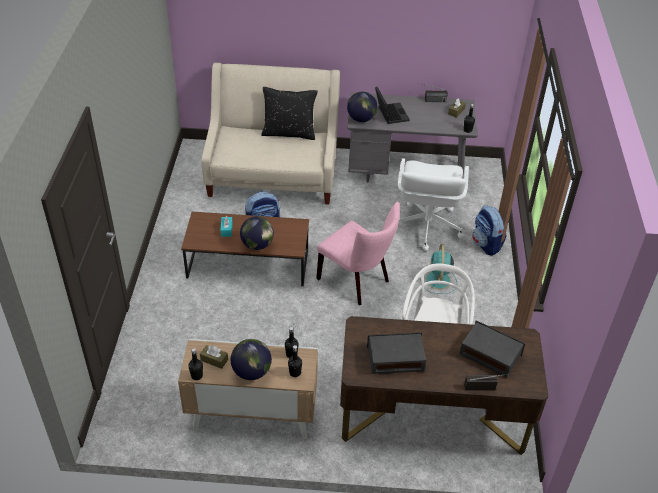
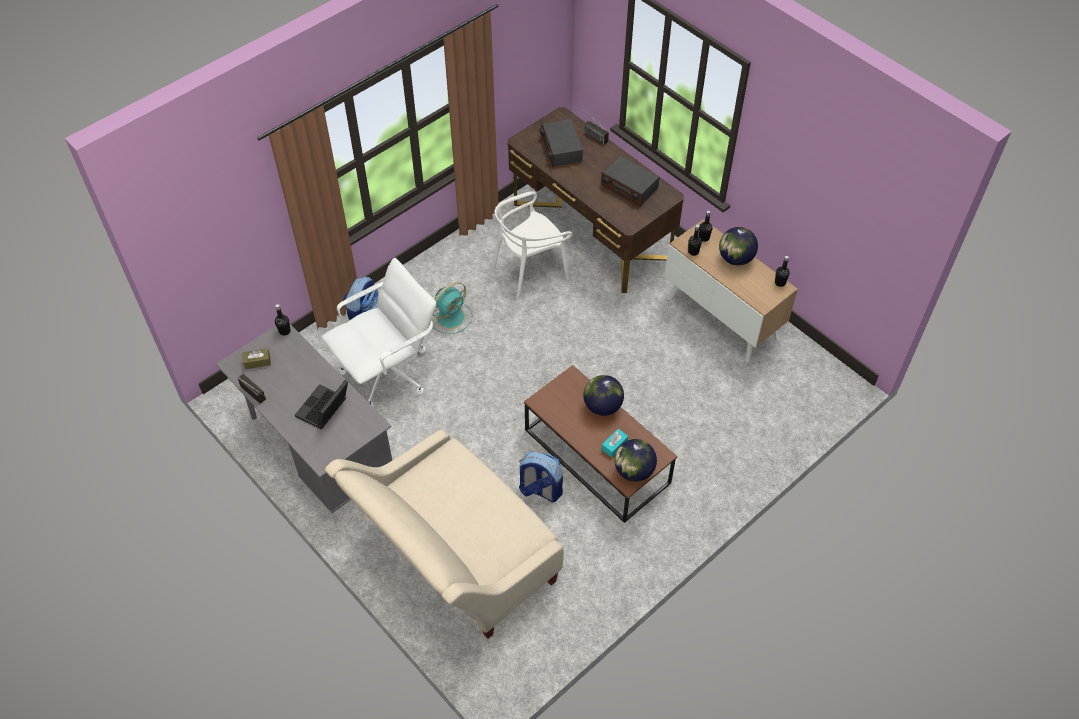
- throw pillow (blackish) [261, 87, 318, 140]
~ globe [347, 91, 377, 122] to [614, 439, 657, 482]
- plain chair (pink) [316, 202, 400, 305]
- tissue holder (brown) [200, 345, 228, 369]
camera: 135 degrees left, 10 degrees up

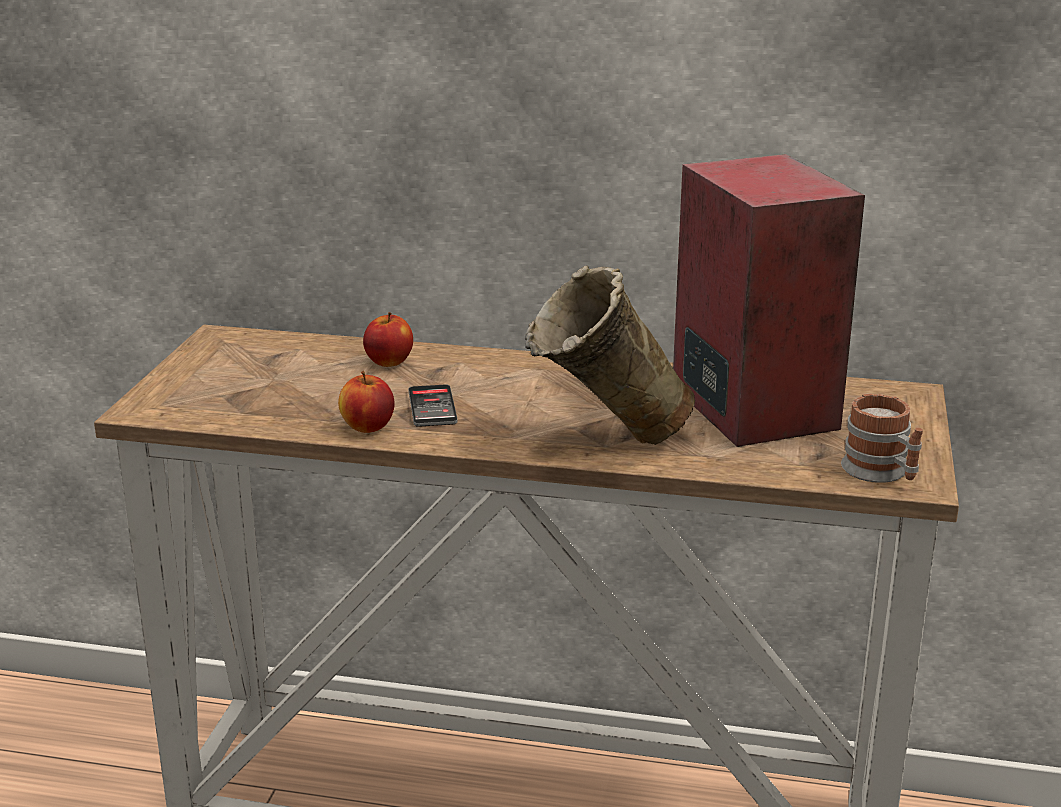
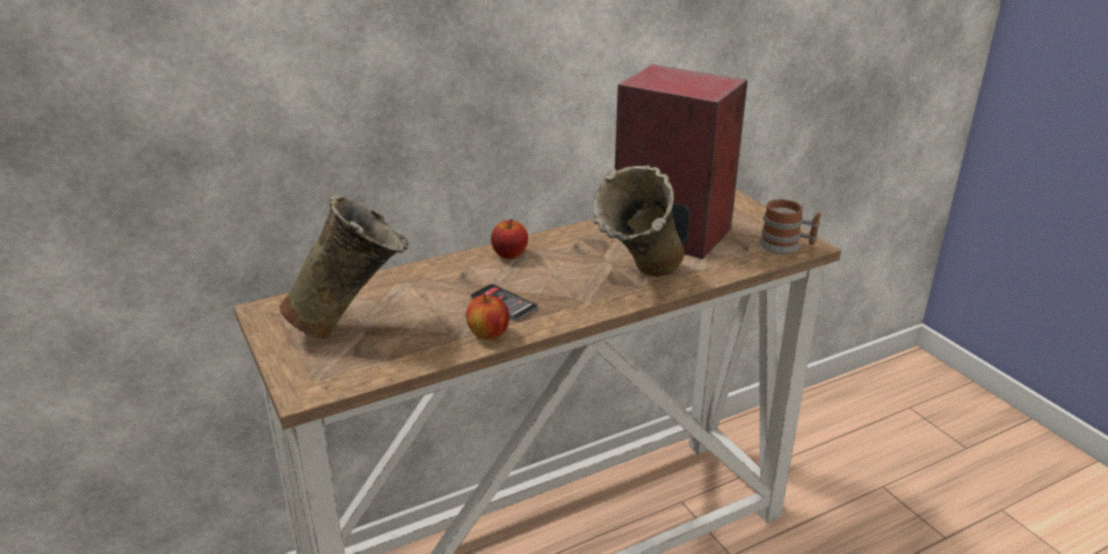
~ apple fruit [363, 312, 413, 367] to [491, 219, 528, 259]
+ flower vase (sand-coloured) [279, 195, 408, 339]
camera: 40 degrees left, 5 degrees up

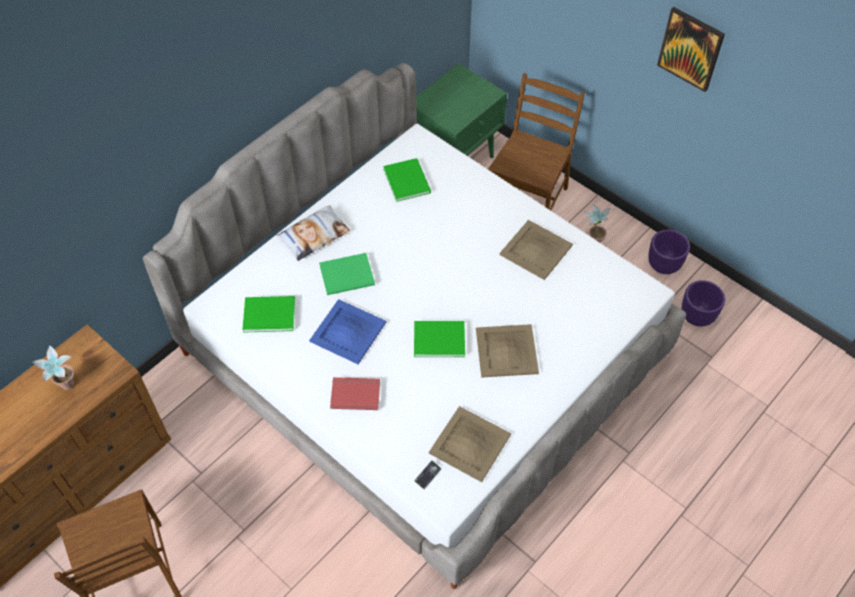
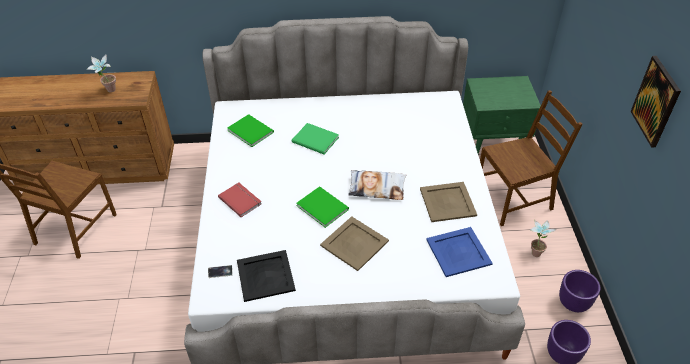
- book (greenish) [383, 158, 431, 202]
~ throw pillow [276, 205, 350, 261] to [348, 170, 407, 200]
~ carrying tray (blue-coloured) [309, 299, 386, 364] to [426, 227, 493, 277]
~ carrying tray (sand-coloured) [429, 406, 511, 482] to carrying tray (blackish) [237, 250, 296, 302]
camera: 45 degrees right, 10 degrees down

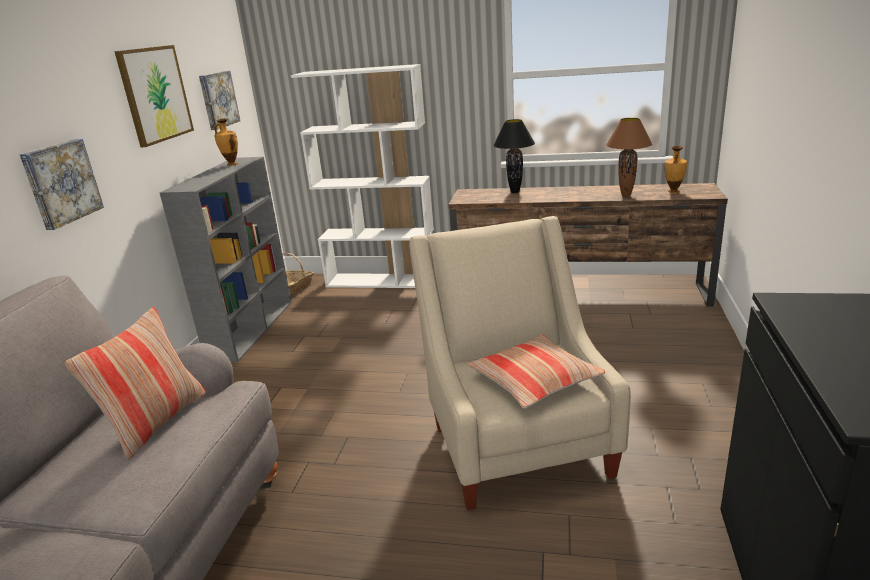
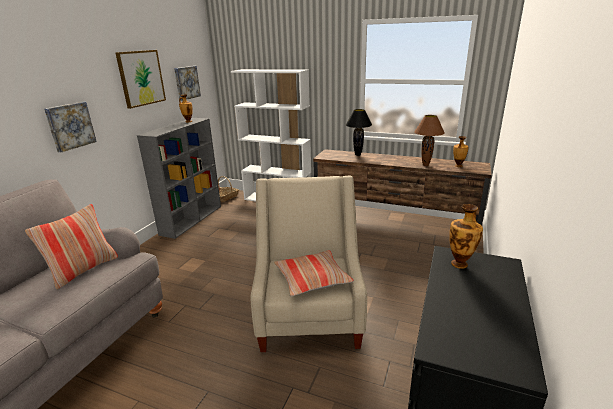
+ flower vase [449, 204, 483, 269]
camera: 10 degrees right, 0 degrees up

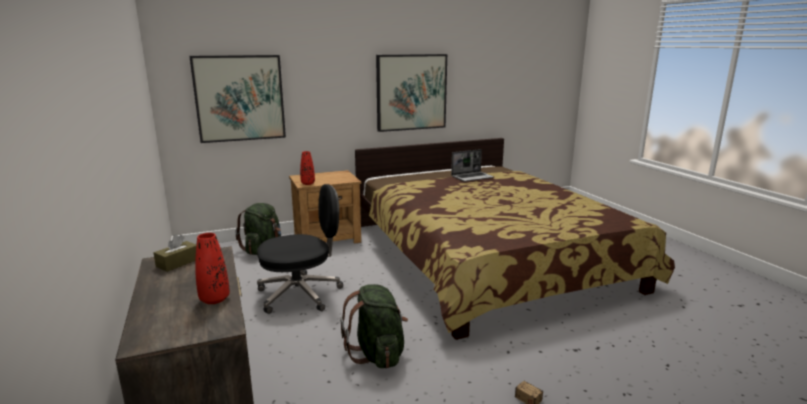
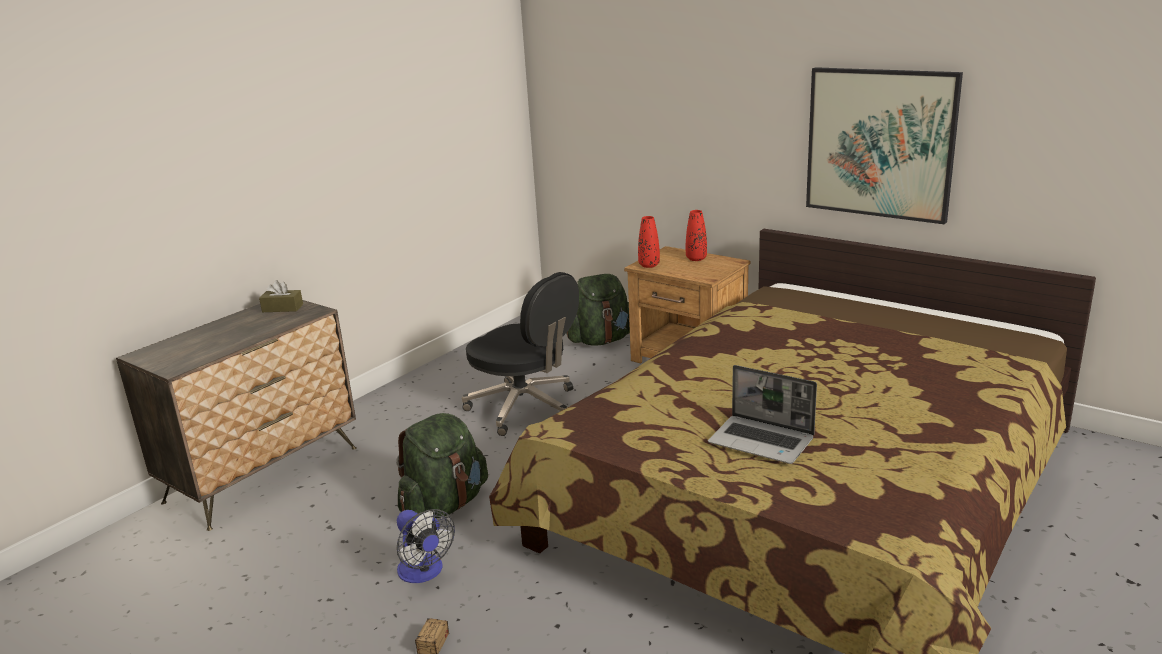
- wall picture [189, 55, 286, 143]
~ portable computer [451, 149, 494, 182] to [708, 365, 817, 464]
~ flower vase (red) [195, 233, 230, 304] to [686, 210, 707, 261]
+ cooling fan [397, 509, 455, 583]
camera: 60 degrees right, 5 degrees up

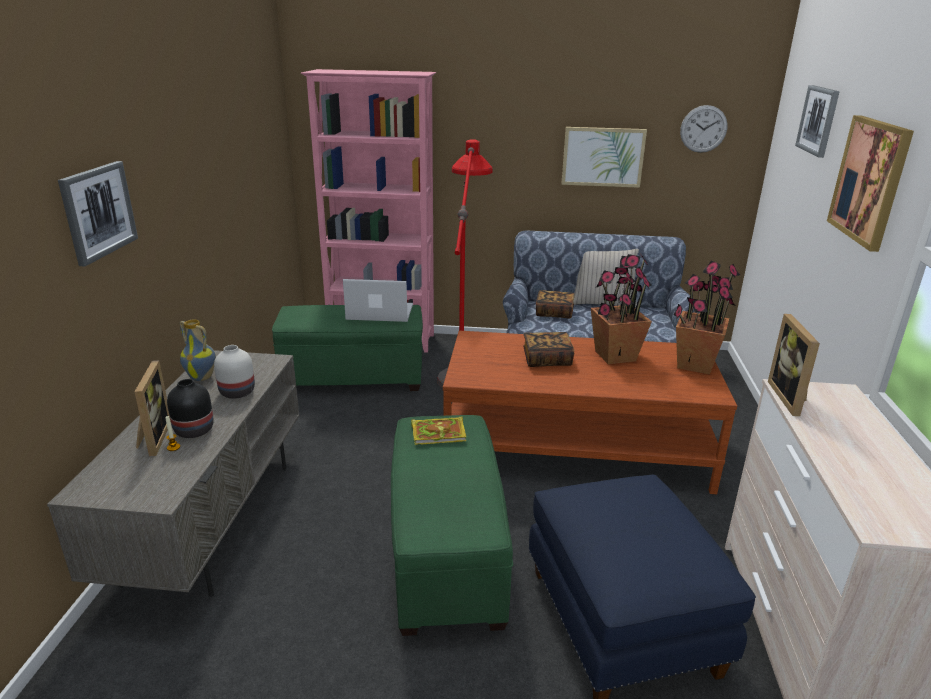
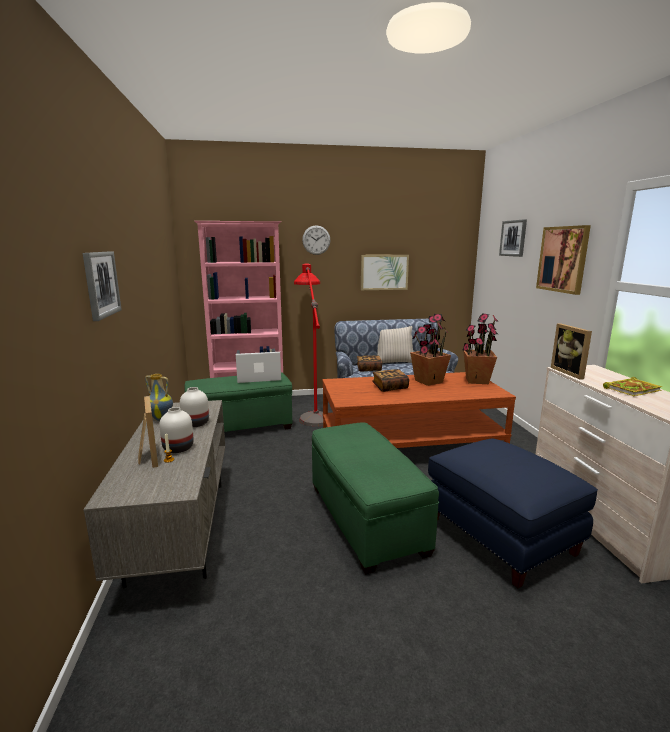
~ hanging clock [680, 105, 728, 153] to [302, 225, 330, 255]
~ flower vase (blackish) [167, 379, 214, 438] to flower vase (whitish) [159, 407, 194, 453]
~ book [411, 417, 467, 445] to [603, 377, 662, 396]
camera: 15 degrees left, 10 degrees down

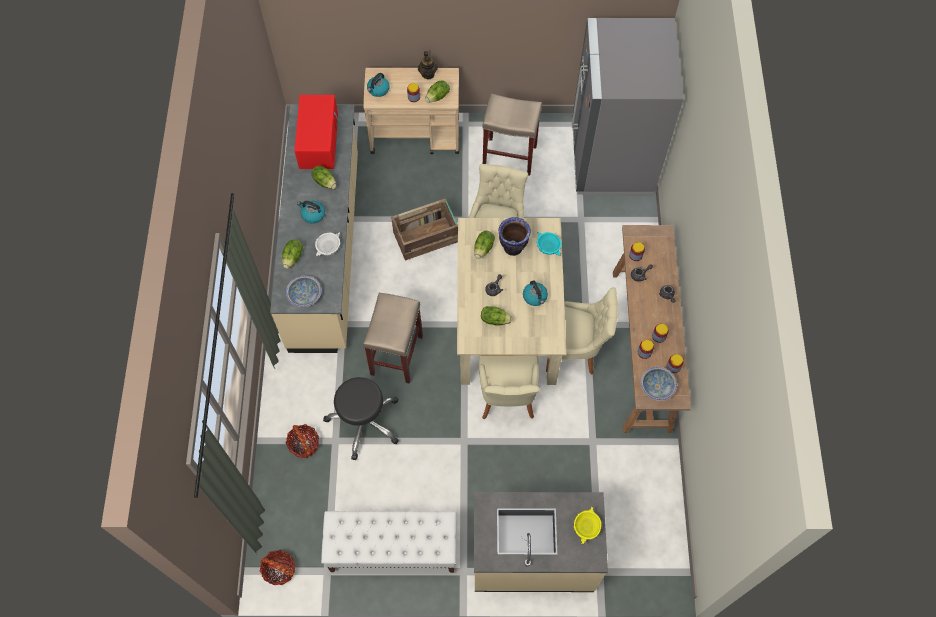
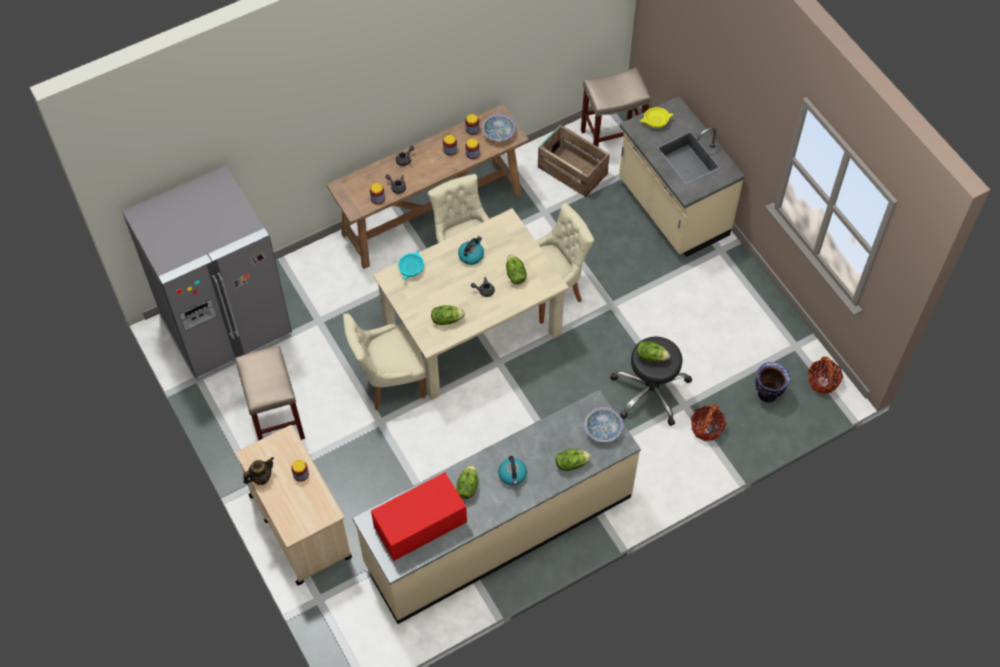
- water kettle [367, 73, 389, 97]
~ head of lettuce [425, 80, 450, 103] to [637, 341, 670, 362]
~ shipping crate [391, 198, 458, 261] to [538, 124, 610, 197]
~ flower vase [499, 217, 531, 256] to [755, 362, 790, 402]
- deep dish (whitish) [315, 232, 340, 257]
~ stool seat (sand-coloured) [363, 292, 423, 384] to [581, 68, 651, 158]
- indoor bench (whitish) [321, 511, 456, 573]
camera: 120 degrees left, 5 degrees down

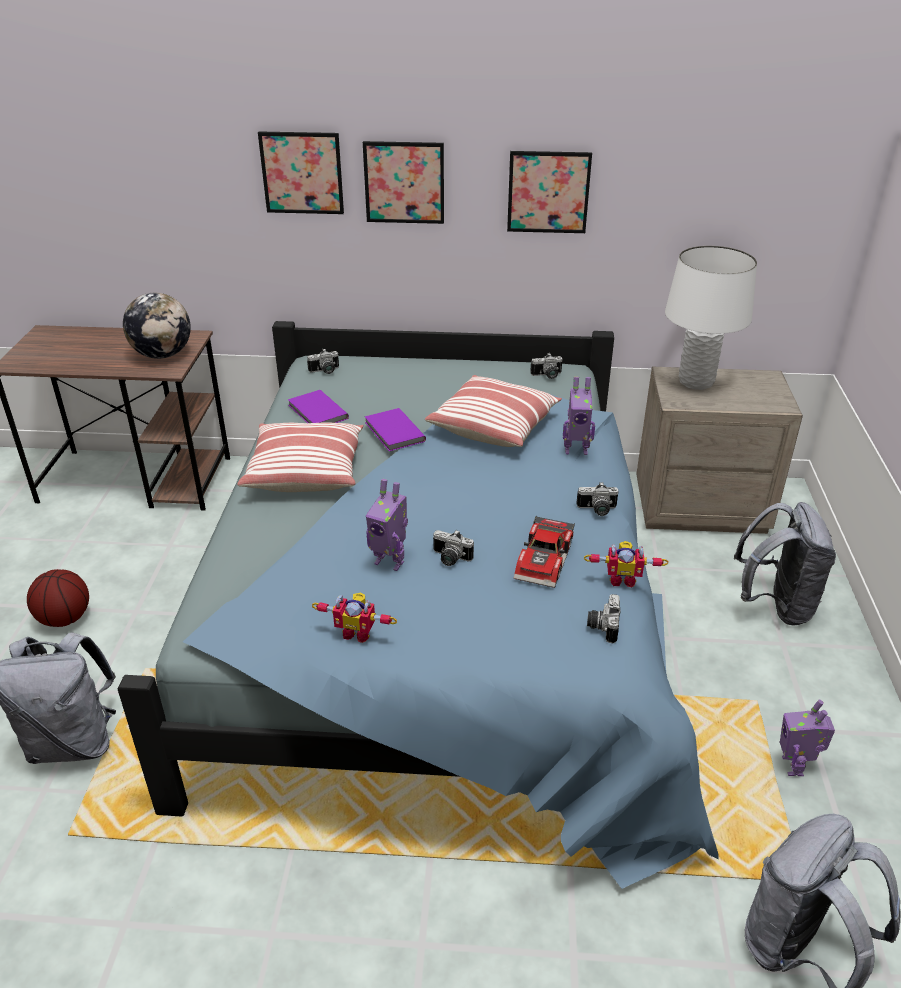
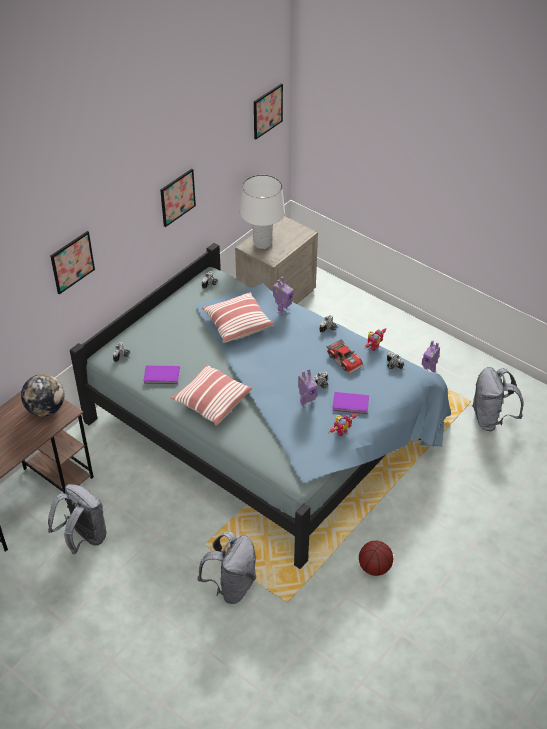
~ wall picture [363, 141, 444, 224] to [254, 83, 283, 140]
~ book (purple) [365, 408, 426, 451] to [332, 392, 369, 414]
~ backpack (gray) [734, 502, 836, 626] to [48, 484, 106, 554]
~ basketball [27, 569, 89, 627] to [359, 541, 393, 576]
camera: 55 degrees left, 10 degrees up

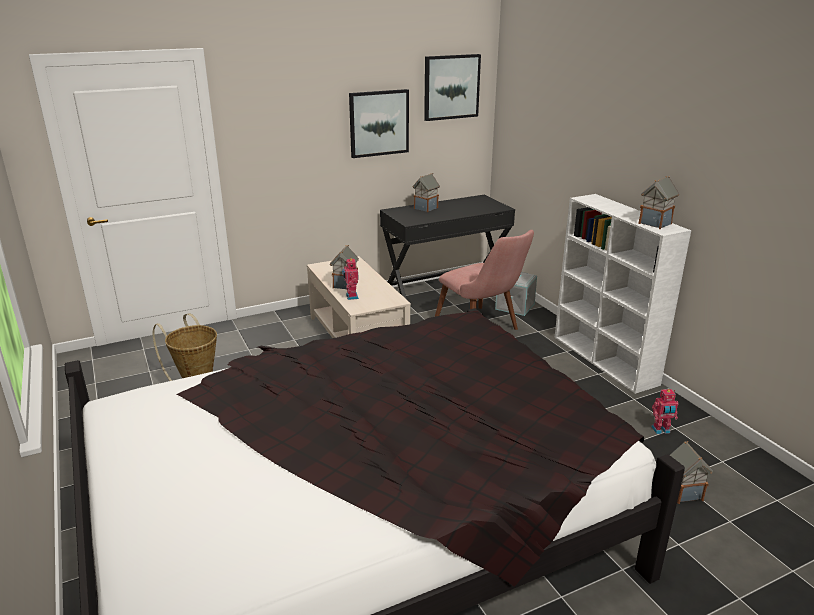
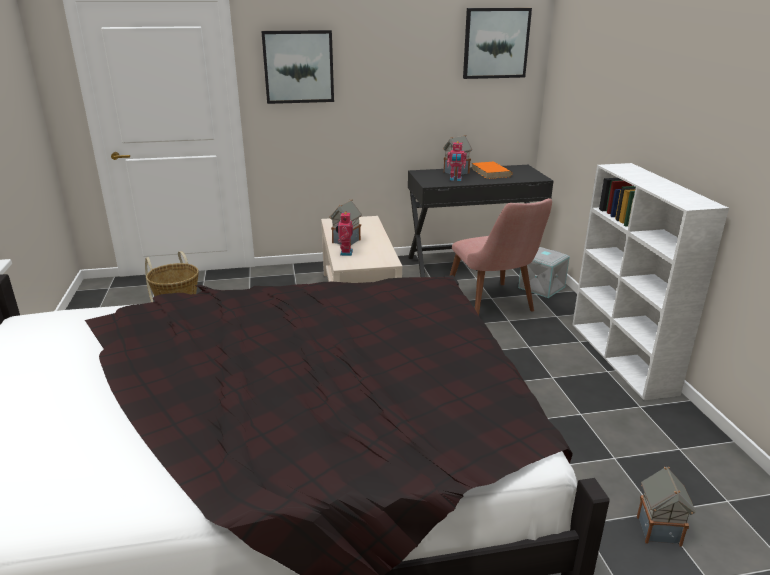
~ wall picture [349, 89, 409, 158] to [261, 30, 334, 104]
- miniature house [638, 176, 679, 229]
~ toy robot [651, 389, 679, 434] to [447, 141, 467, 181]
+ book (orange) [472, 162, 512, 179]
camera: 15 degrees right, 0 degrees up

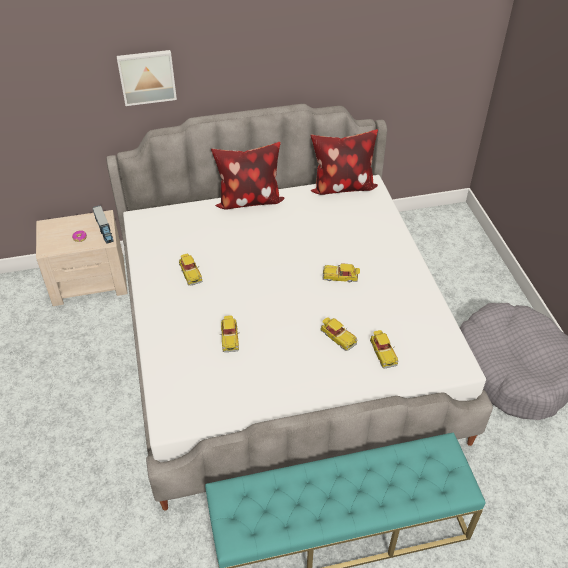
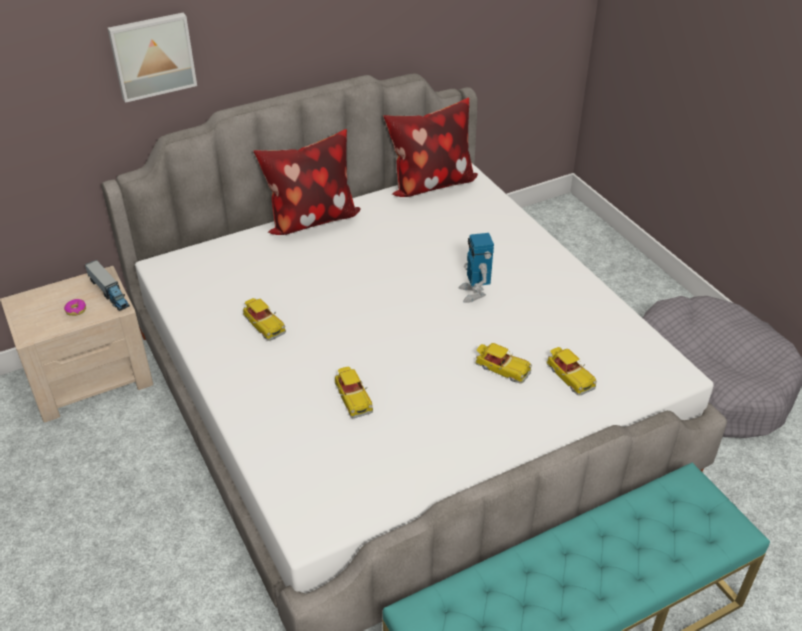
~ model car [323, 263, 360, 282] to toy robot [458, 233, 494, 303]
camera: 15 degrees left, 5 degrees down

